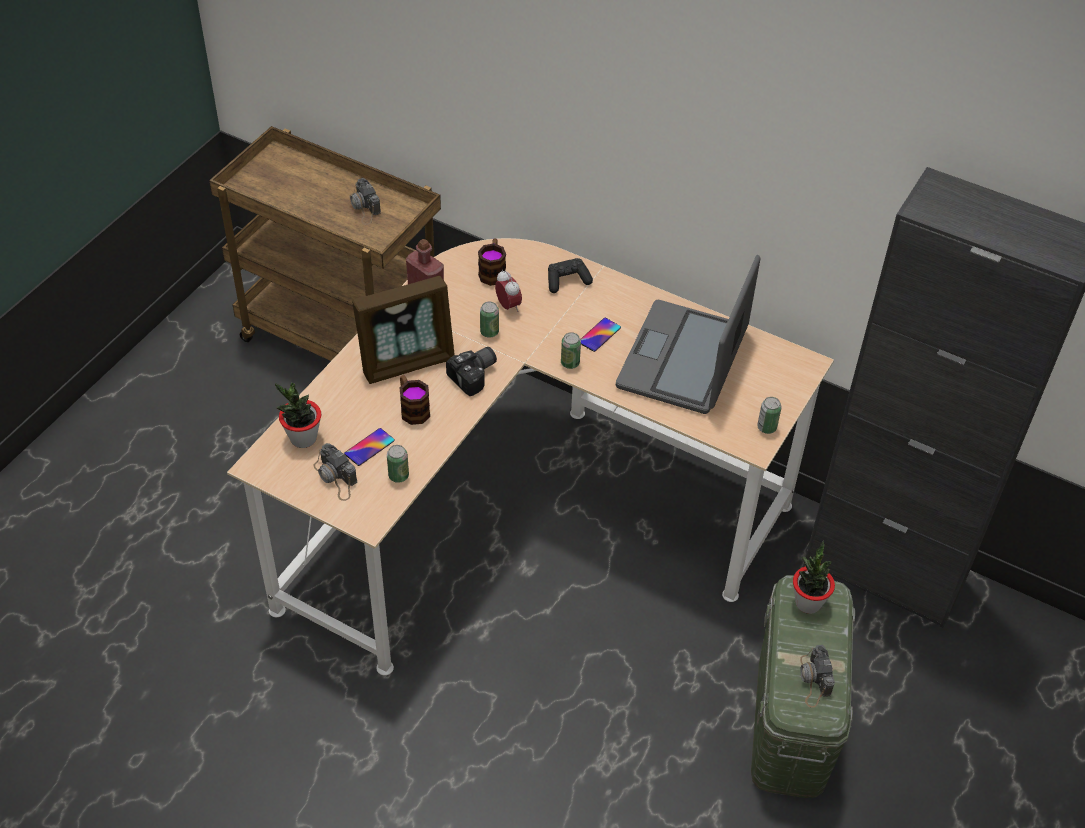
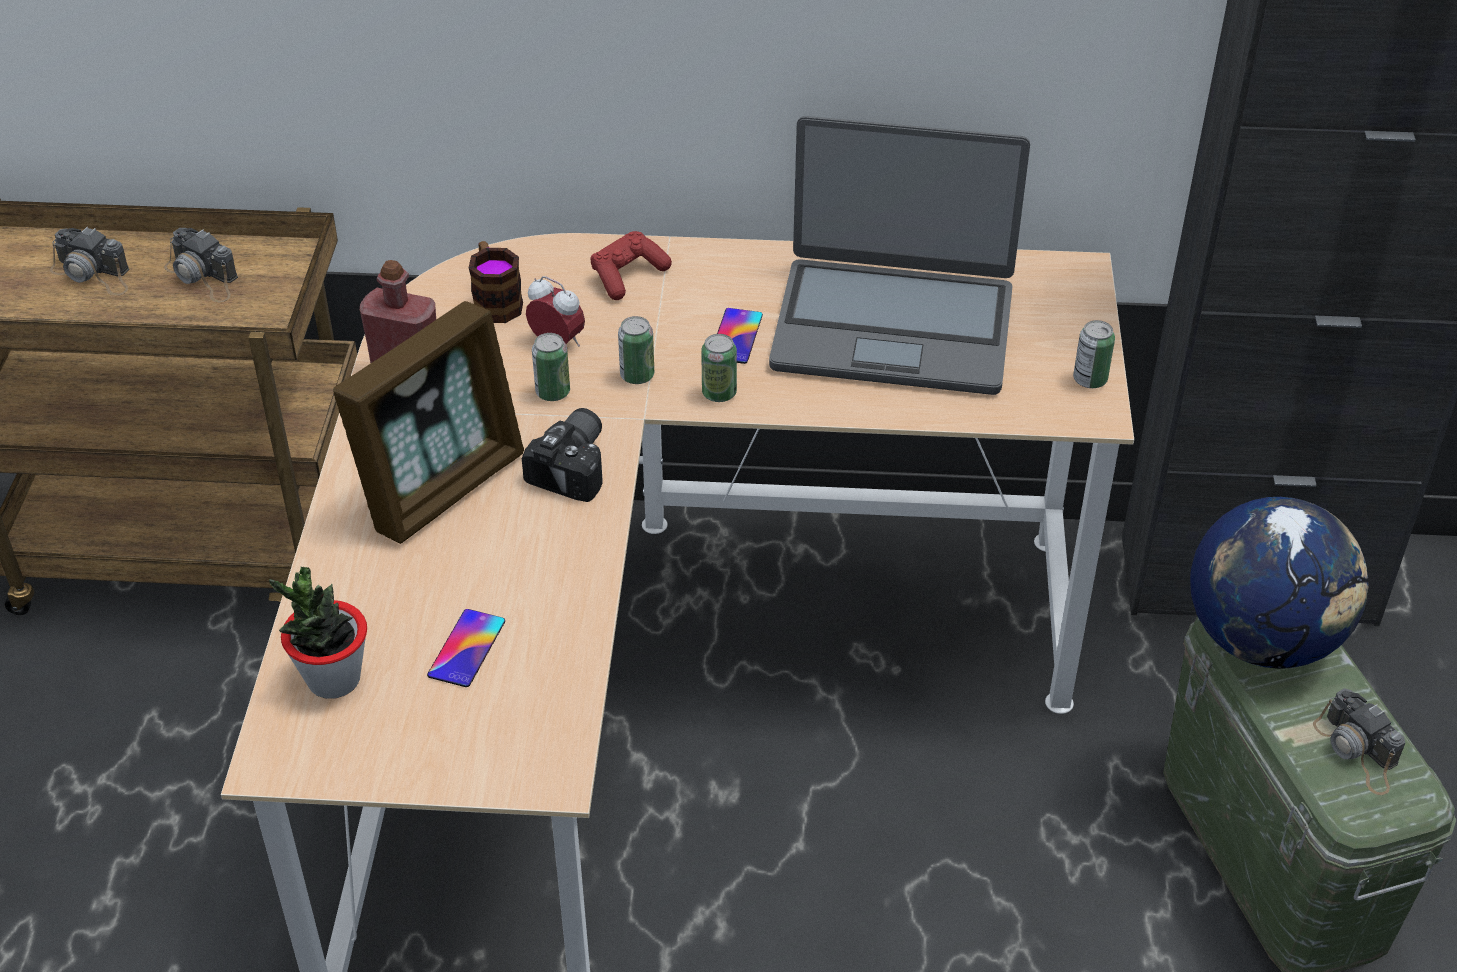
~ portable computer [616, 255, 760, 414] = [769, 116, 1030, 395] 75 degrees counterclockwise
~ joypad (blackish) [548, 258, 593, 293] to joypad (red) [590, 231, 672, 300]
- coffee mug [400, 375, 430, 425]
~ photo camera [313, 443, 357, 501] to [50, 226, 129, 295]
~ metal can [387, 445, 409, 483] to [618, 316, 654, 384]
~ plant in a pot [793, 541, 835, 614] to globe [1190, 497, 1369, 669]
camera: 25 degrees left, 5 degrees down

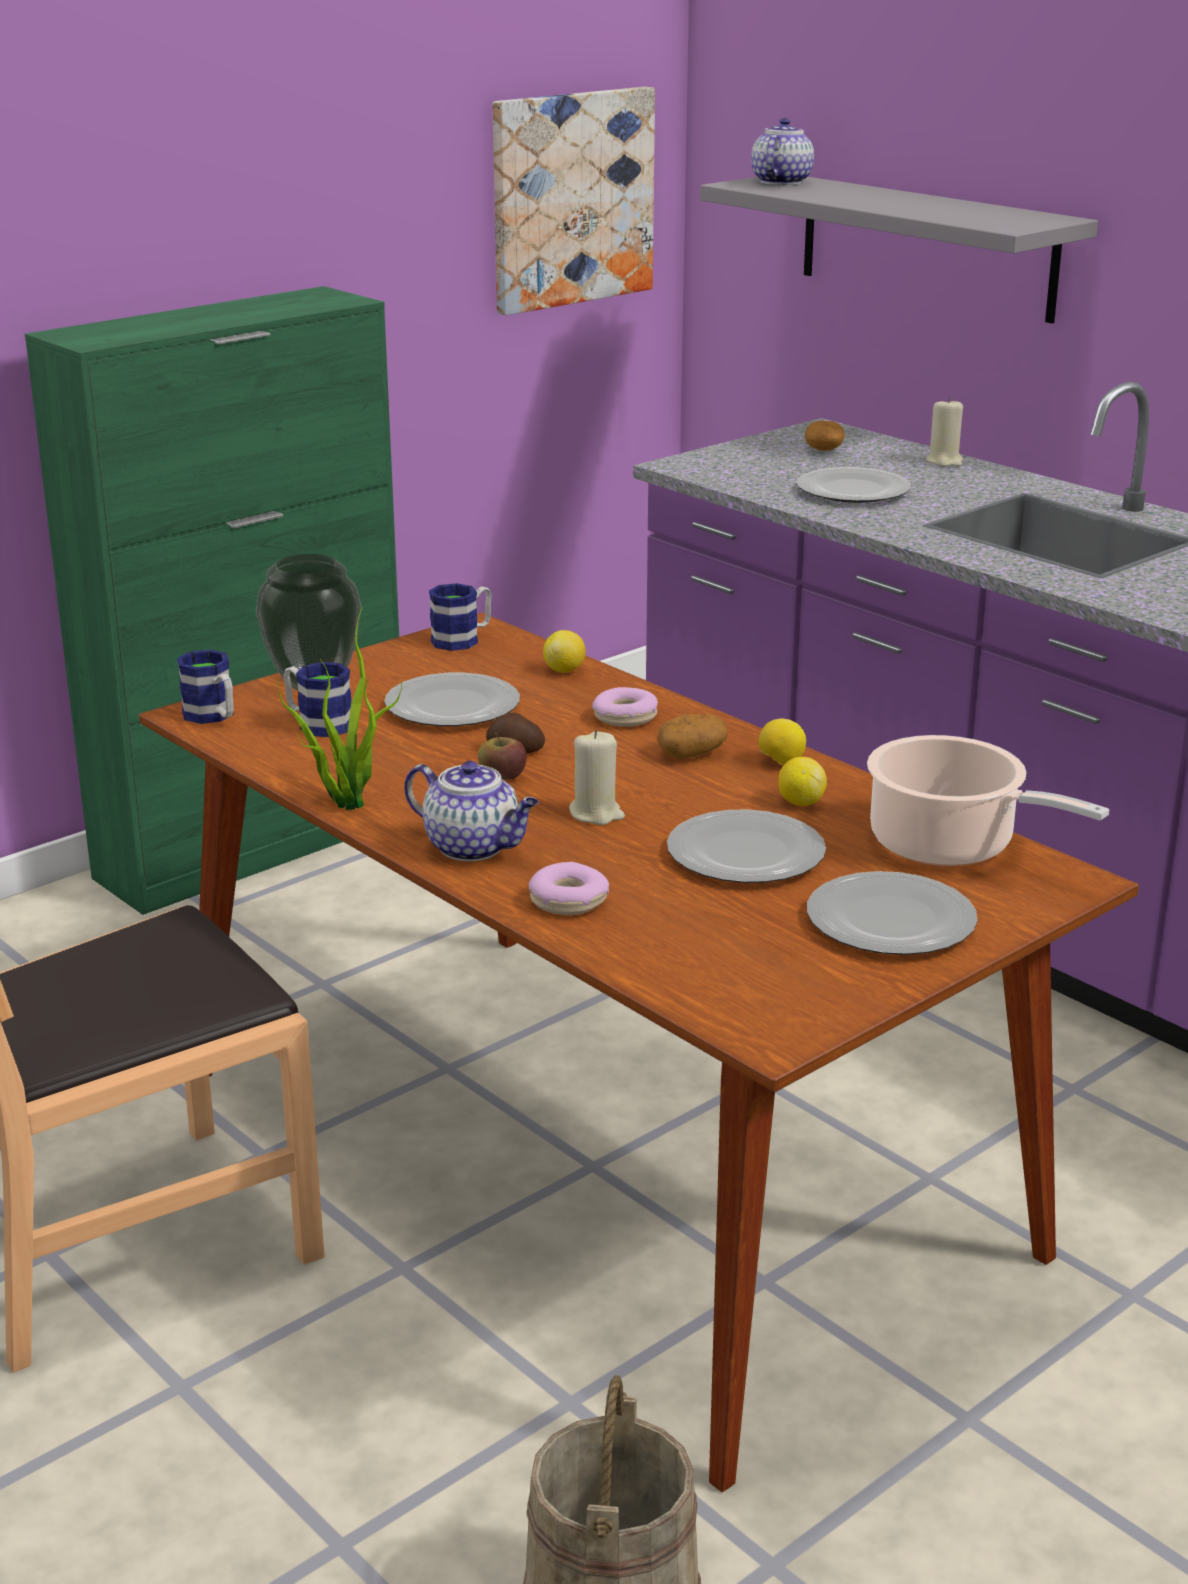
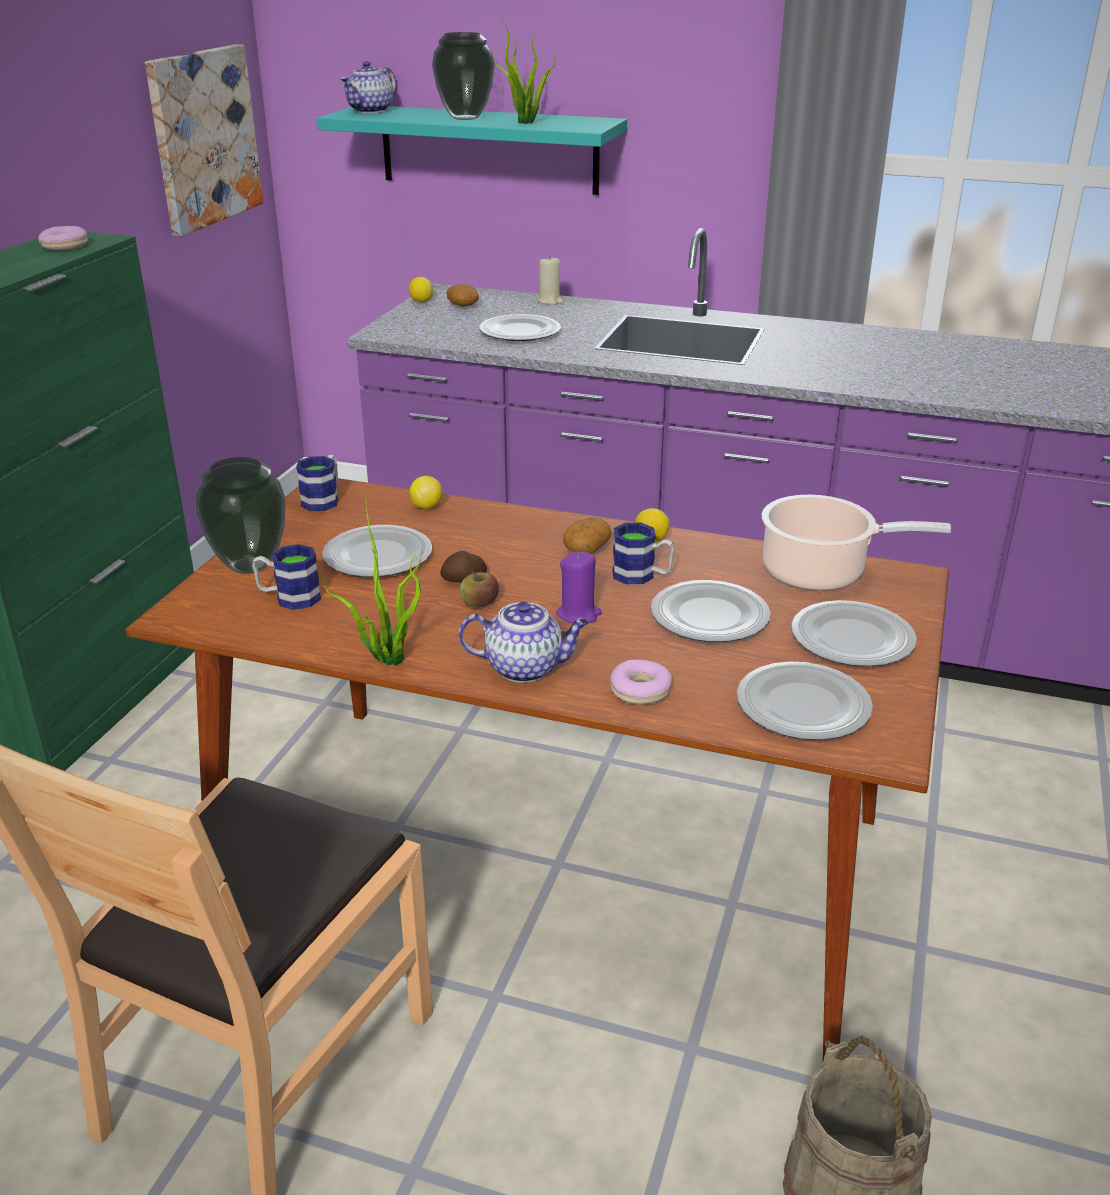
~ pot for tea [751, 118, 814, 185] = [340, 61, 396, 113] 135 degrees counterclockwise
~ shelf (gray) [700, 177, 1098, 324] to shelf (blue-green) [316, 106, 627, 195]
~ coffee mug [177, 650, 234, 724] to [612, 523, 675, 585]
~ ring doughnut [592, 687, 658, 727] to [39, 226, 88, 251]
~ candle (sand-coloured) [569, 730, 625, 825] to candle (purple) [556, 552, 602, 623]
~ citrus fruit [779, 757, 827, 806] to [409, 277, 433, 302]
+ plant in a pot [493, 20, 555, 124]
+ flower vase [432, 32, 495, 120]
+ flat dish [737, 662, 873, 740]
camera: 30 degrees left, 5 degrees up

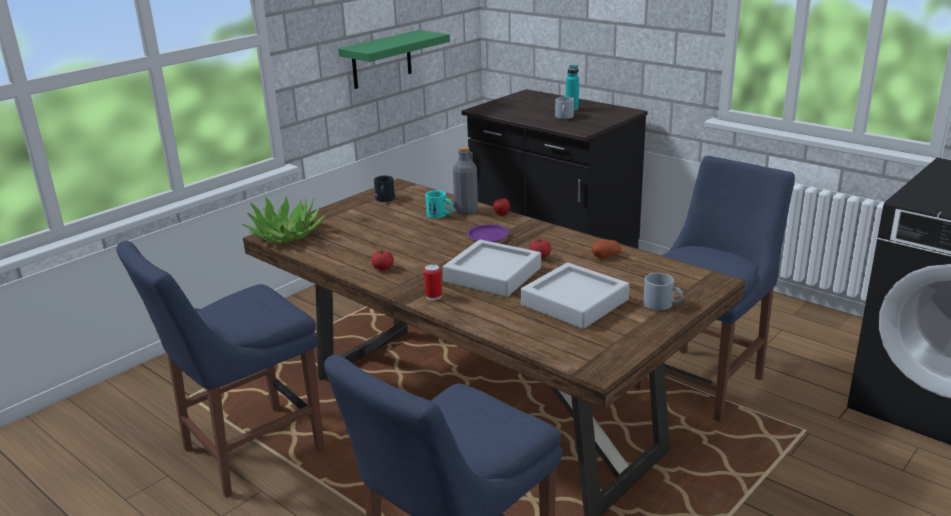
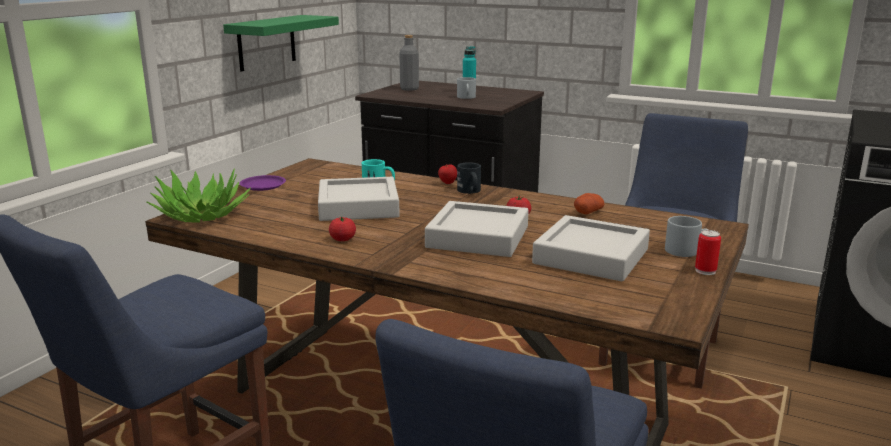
~ drink bottle (gray) [453, 146, 478, 215] to [399, 35, 419, 91]
~ coffee mug (blackish) [374, 175, 395, 202] to [457, 162, 481, 194]
~ flat dish (purple) [467, 224, 509, 242] to [240, 175, 286, 191]
~ metal can [424, 264, 442, 300] to [695, 230, 721, 275]
+ carrying tray (gray) [318, 177, 400, 221]
camera: 15 degrees left, 5 degrees down

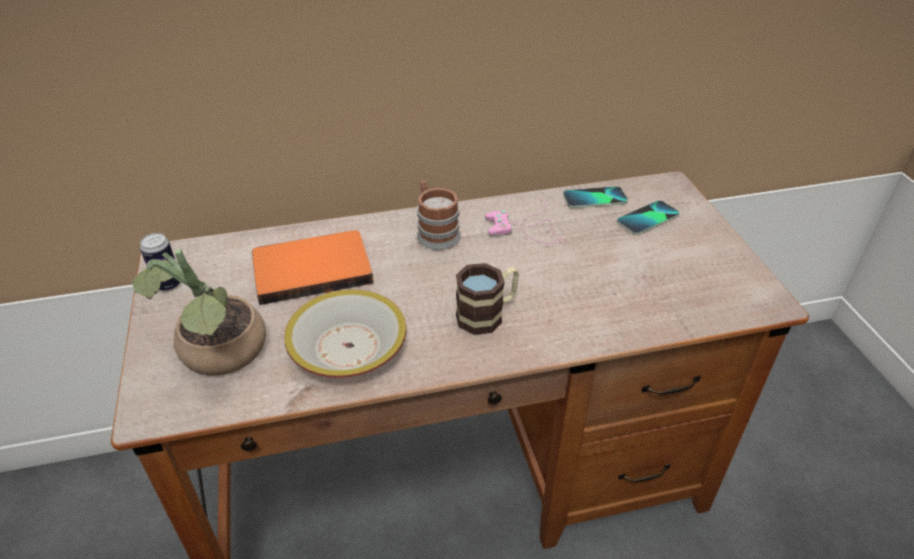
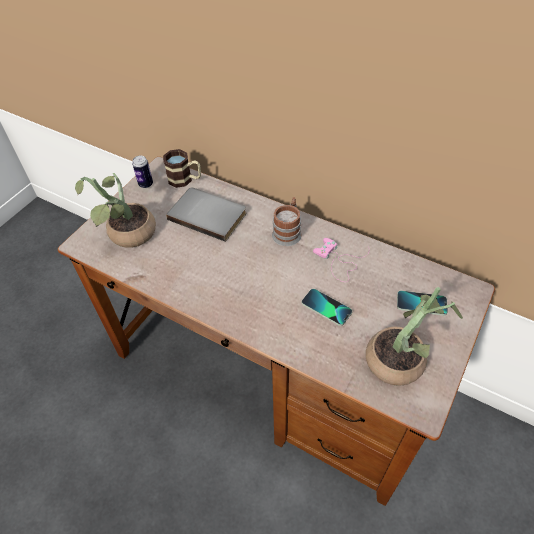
~ handset [563, 186, 628, 208] to [302, 289, 352, 326]
~ book (orange) [252, 230, 374, 305] to book (gray) [166, 188, 246, 242]
~ coffee mug [456, 263, 519, 335] to [163, 149, 201, 188]
- deep dish [284, 290, 406, 378]
+ plant in a pot [366, 287, 463, 386]
camera: 45 degrees right, 10 degrees up

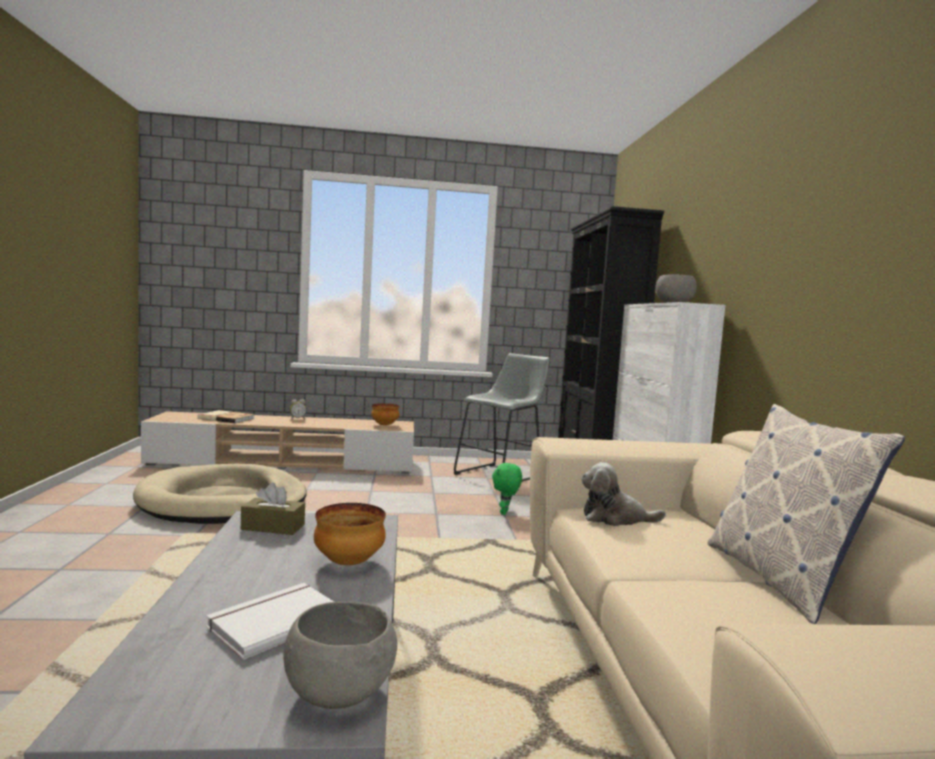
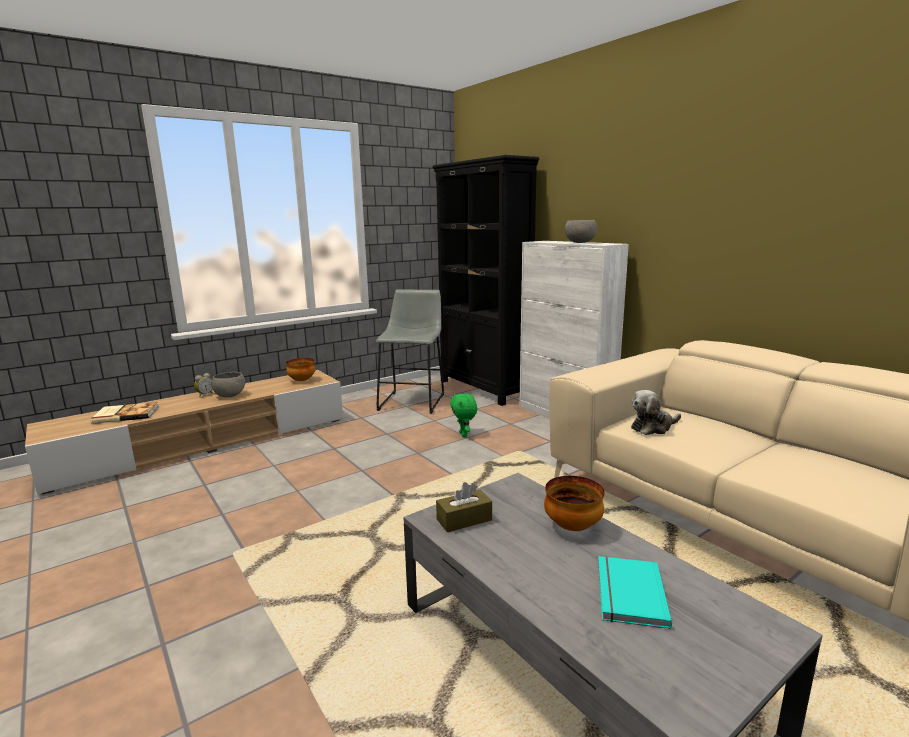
- throw pillow [708, 404, 905, 624]
- pet bed (sand-coloured) [133, 464, 307, 524]
~ book (whitish) [206, 583, 334, 660] to book (blue-green) [598, 556, 672, 629]
~ deep dish (gray) [283, 602, 397, 709] to [211, 372, 245, 397]
camera: 30 degrees left, 10 degrees up

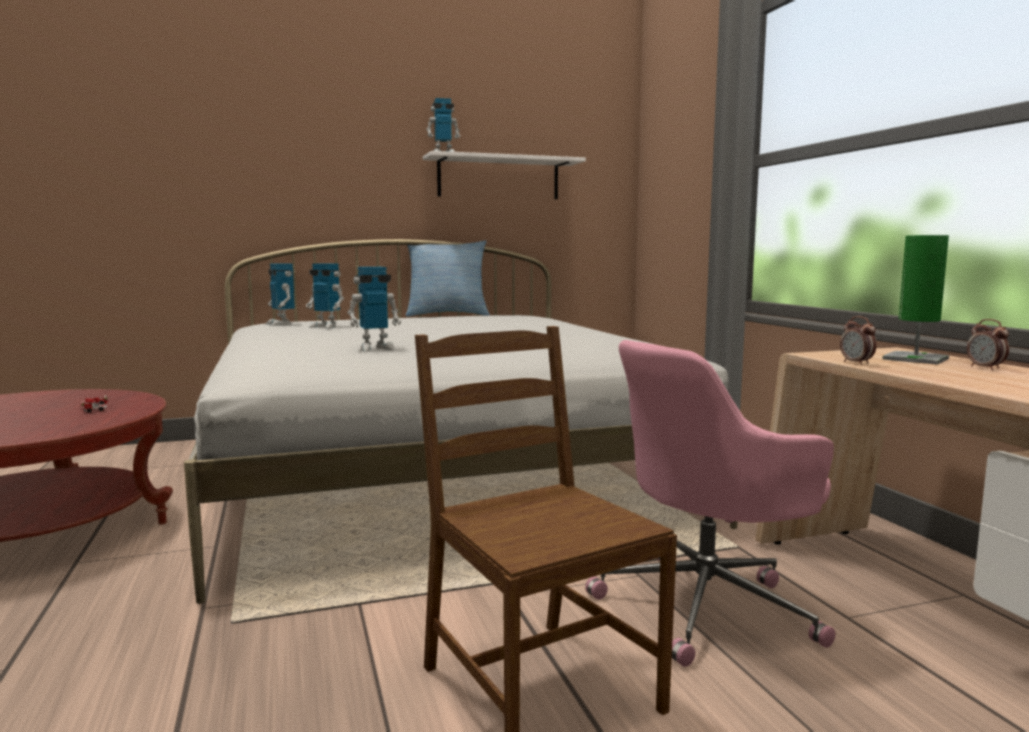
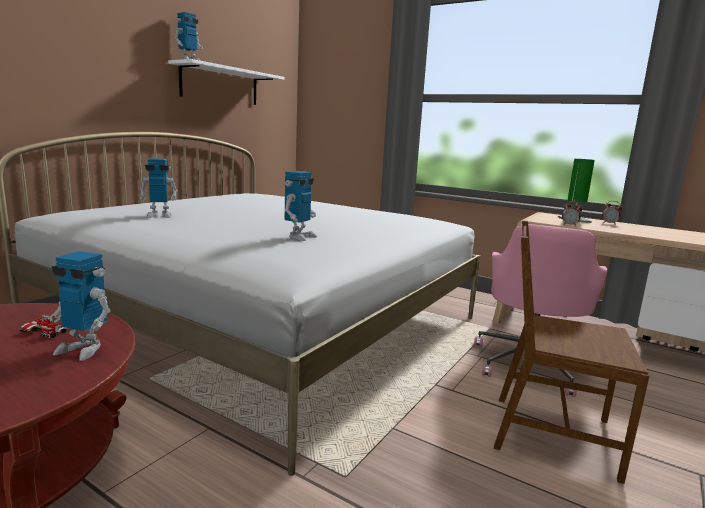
- throw pillow [406, 240, 490, 317]
~ toy robot [266, 263, 295, 326] to [49, 251, 111, 361]
camera: 40 degrees left, 5 degrees up

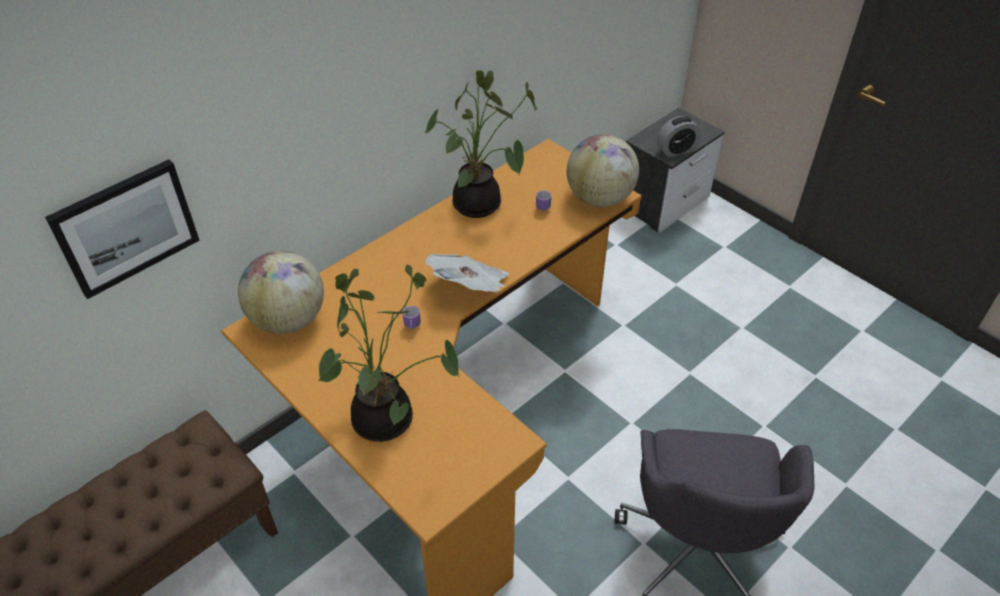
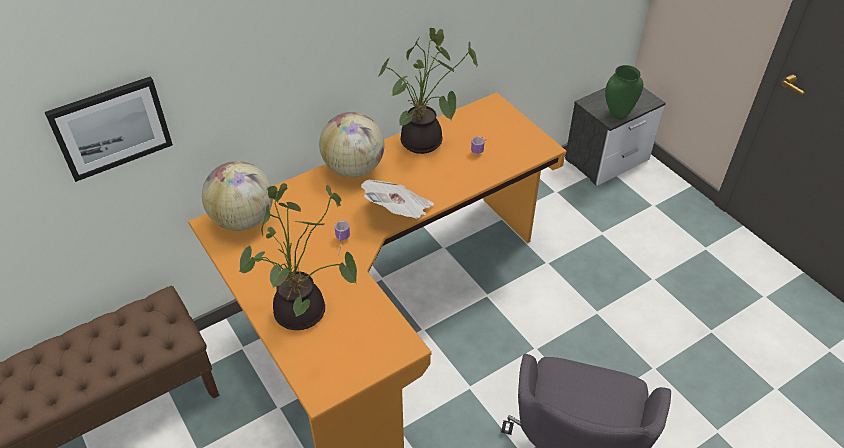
~ bedside clock [657, 116, 701, 157] to flower vase (greenish) [605, 65, 643, 120]
~ globe [567, 134, 639, 207] to [319, 112, 384, 177]
camera: 10 degrees right, 0 degrees up

